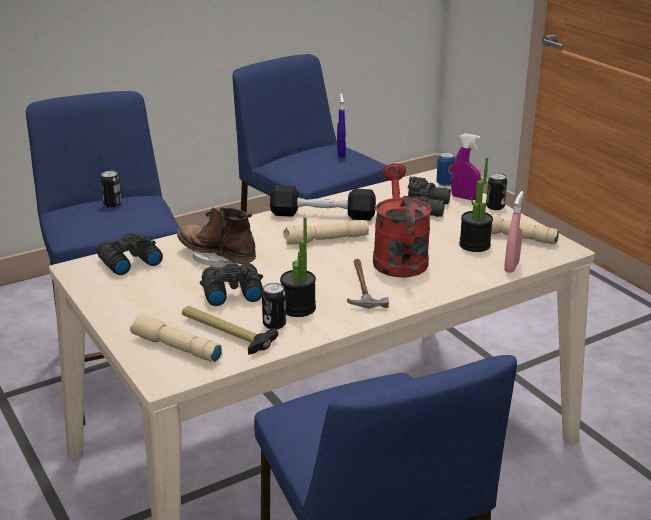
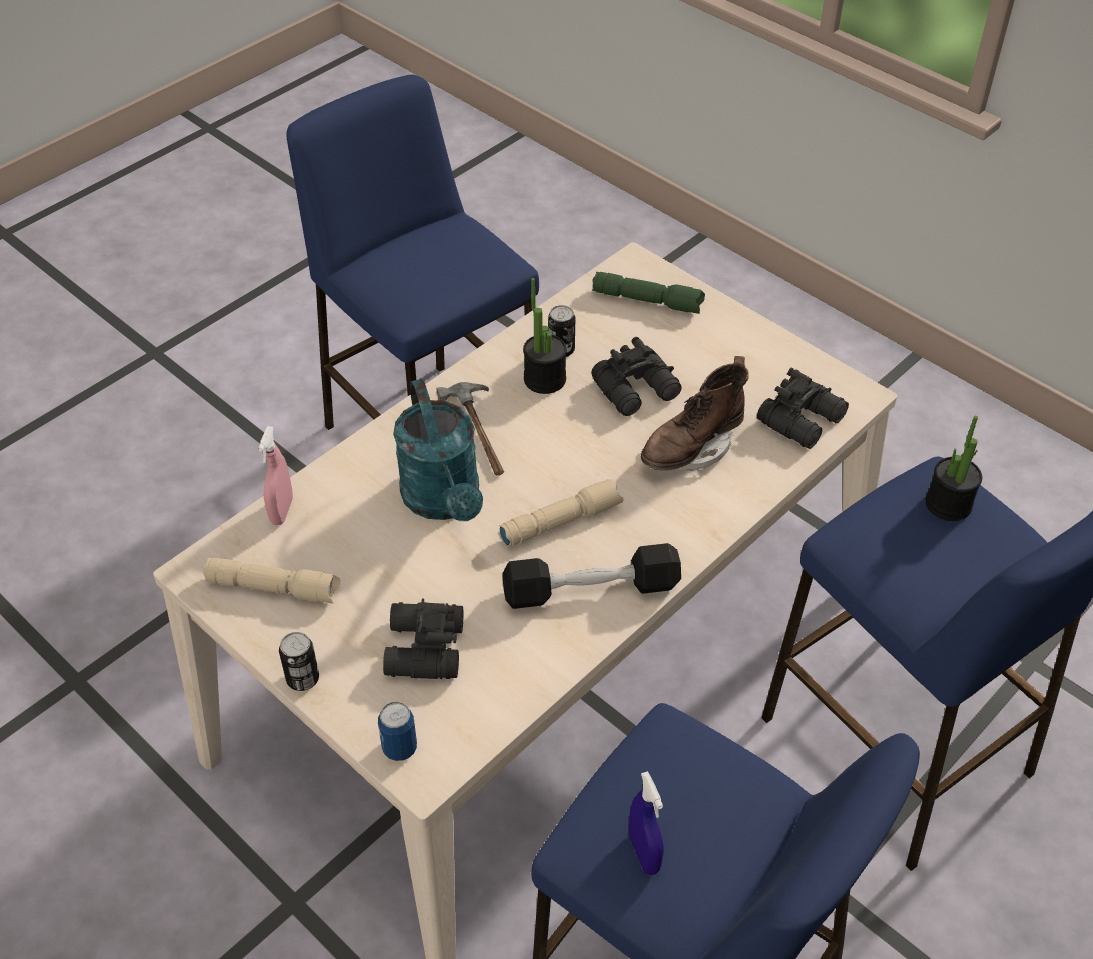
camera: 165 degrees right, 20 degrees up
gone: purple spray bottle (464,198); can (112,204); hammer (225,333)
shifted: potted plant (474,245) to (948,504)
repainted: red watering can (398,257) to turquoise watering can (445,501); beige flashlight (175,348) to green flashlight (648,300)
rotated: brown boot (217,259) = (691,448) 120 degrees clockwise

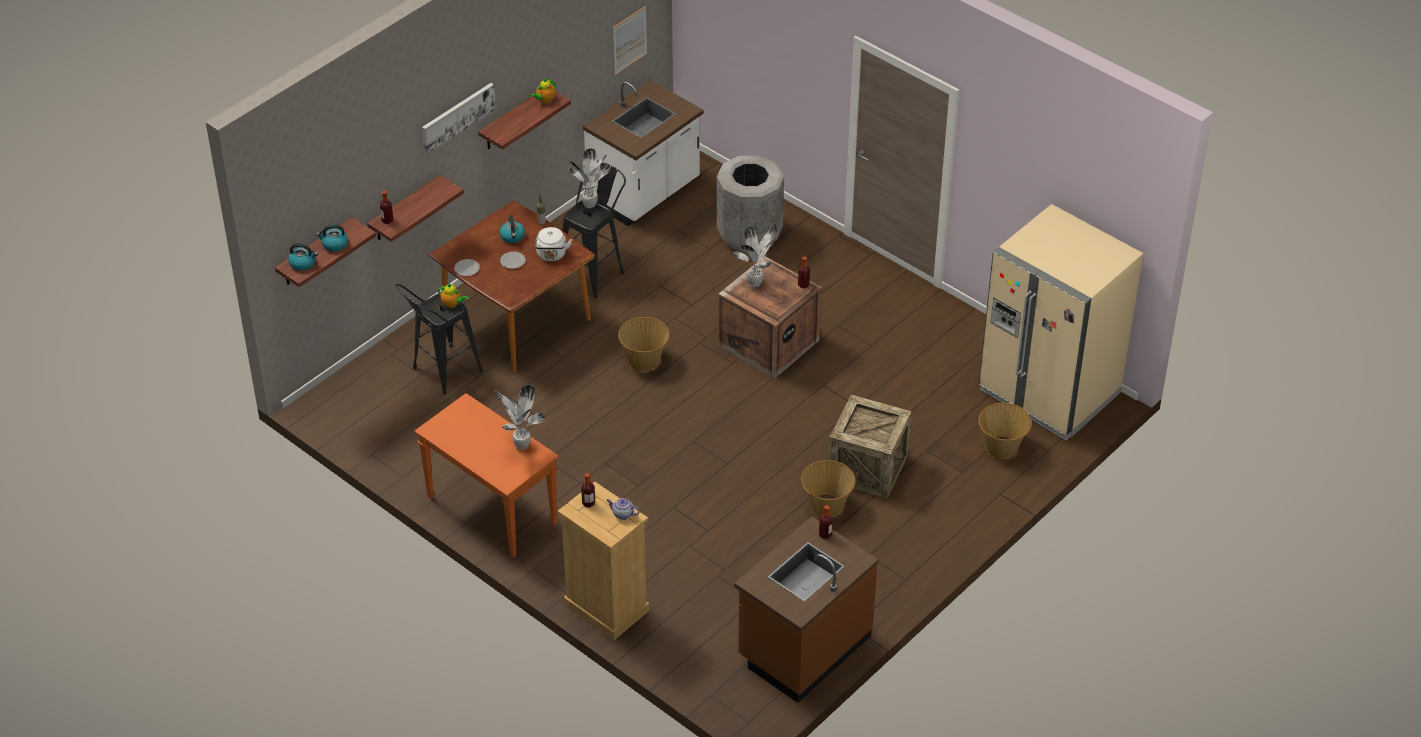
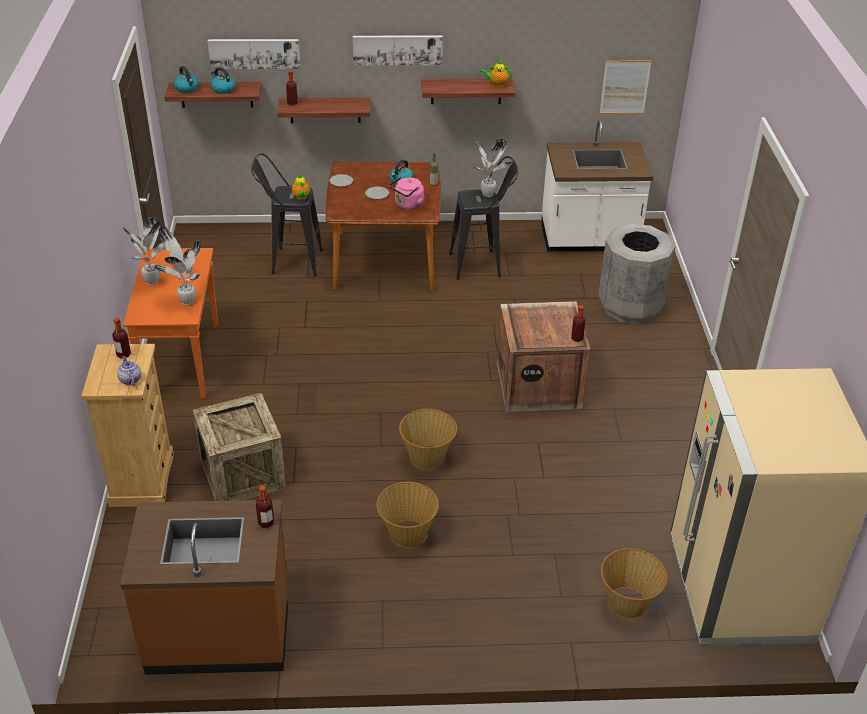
camera: 45 degrees right, 5 degrees down
new: picture (254,53)
shifted: potted plant (756,283) to (153,282); basket (644,360) to (427,457); crate (867,468) to (243,474)
repainted: white kettle (551,255) to pink kettle (408,205)

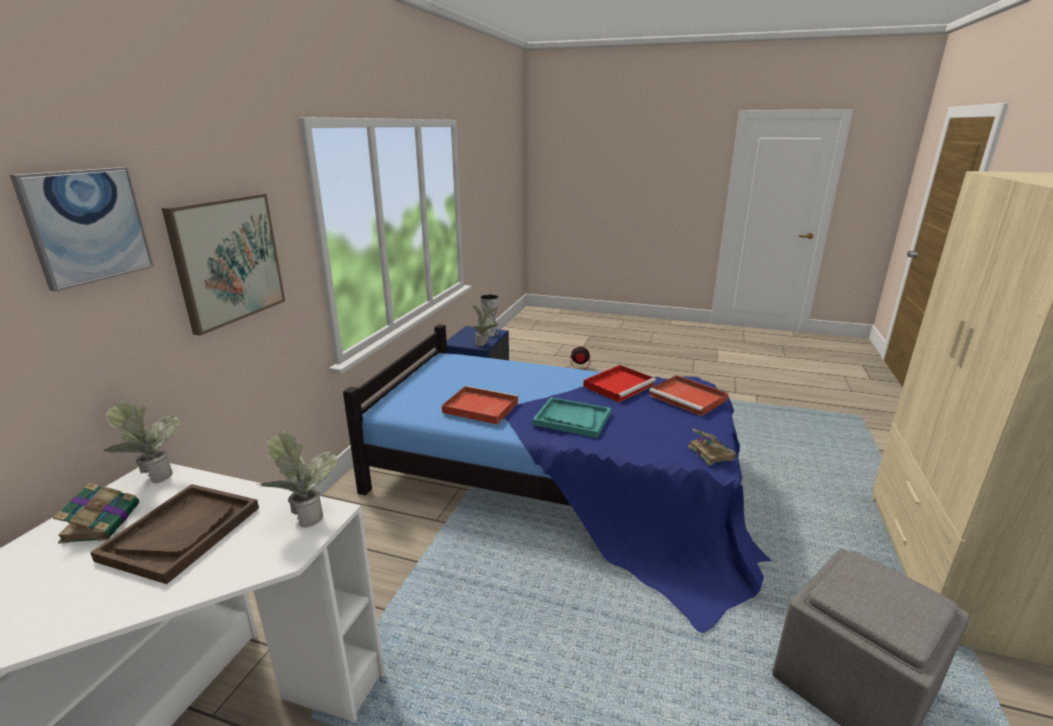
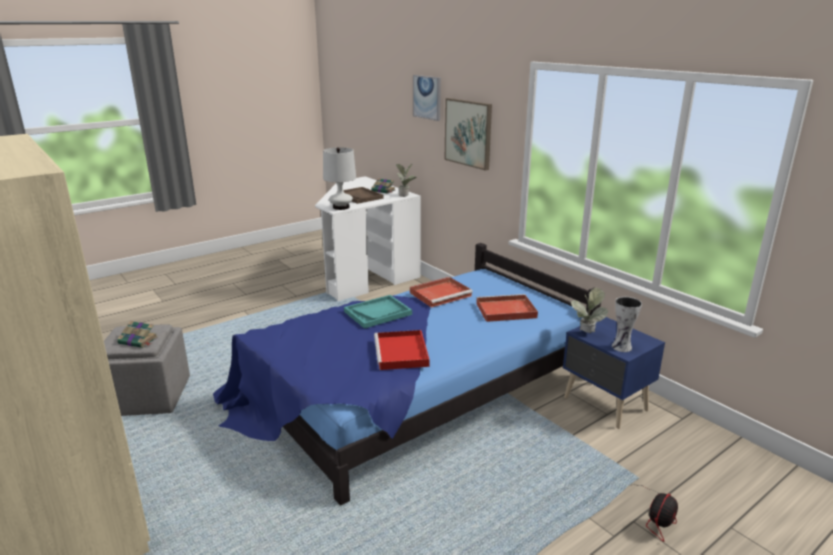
camera: 125 degrees right, 0 degrees up
shifted: red tray (689,398) to (504,311); book (710,452) to (139,341)
swapped: potted plant (304,515) to white table lamp (341,207)

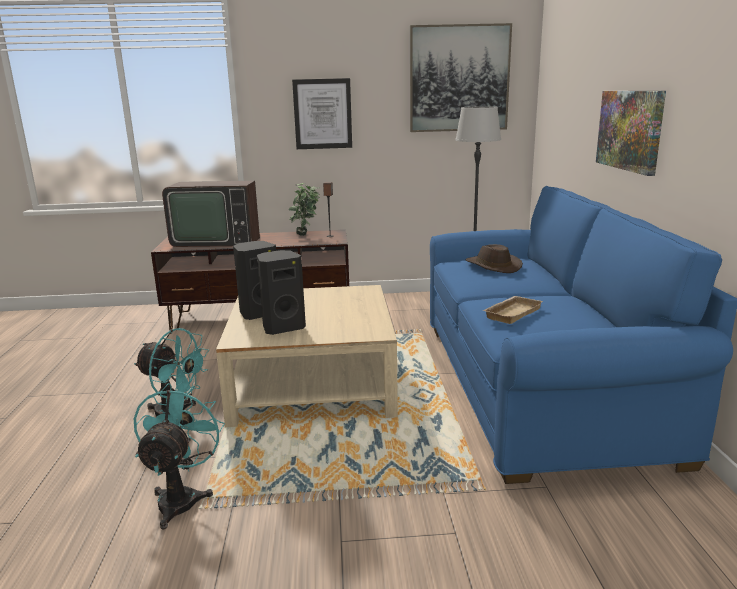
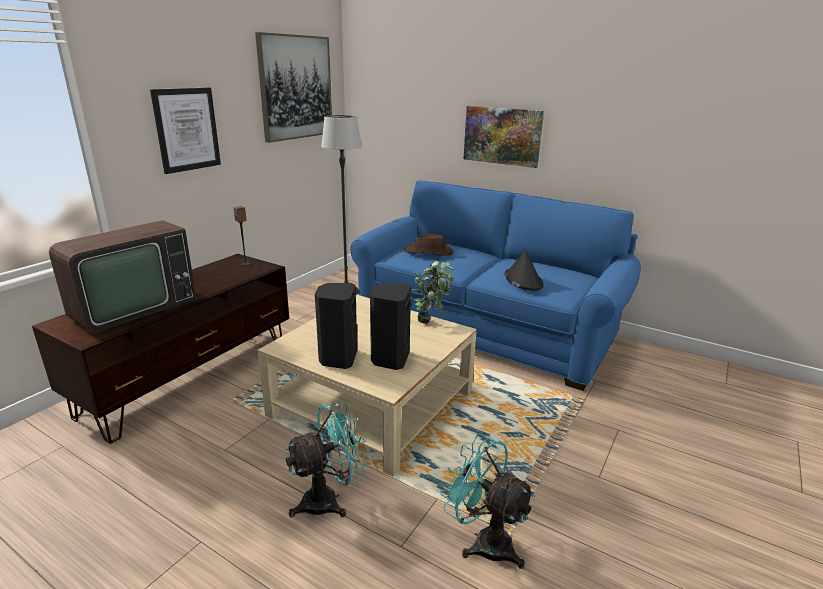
camera: 55 degrees left, 5 degrees up
shifted: potted plant (306,235) to (432,321)
swapped: beige tray (511,313) to black hat (523,280)

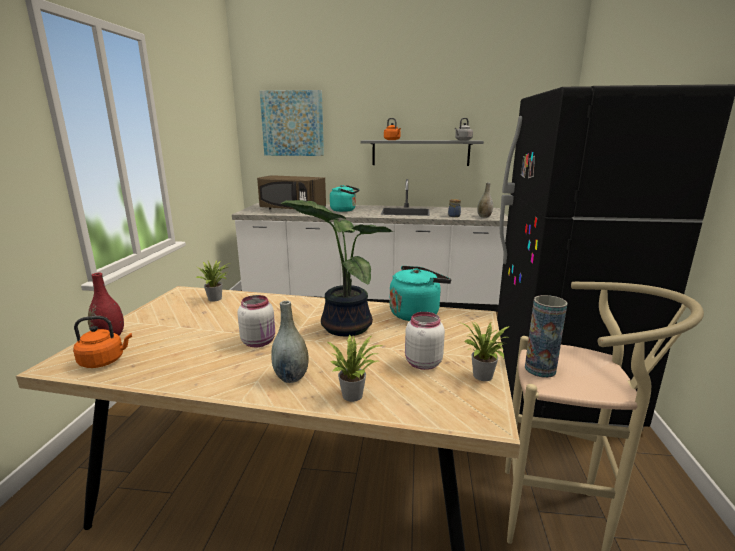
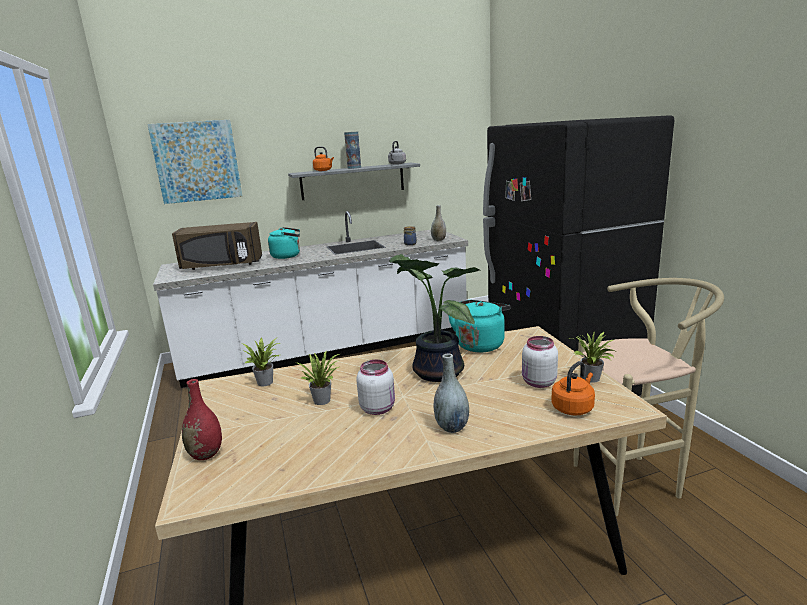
camera: 25 degrees left, 0 degrees up
shifted: vase (540,369) to (354,168); orange kettle (104,361) to (573,407); potted plant (355,394) to (323,399)

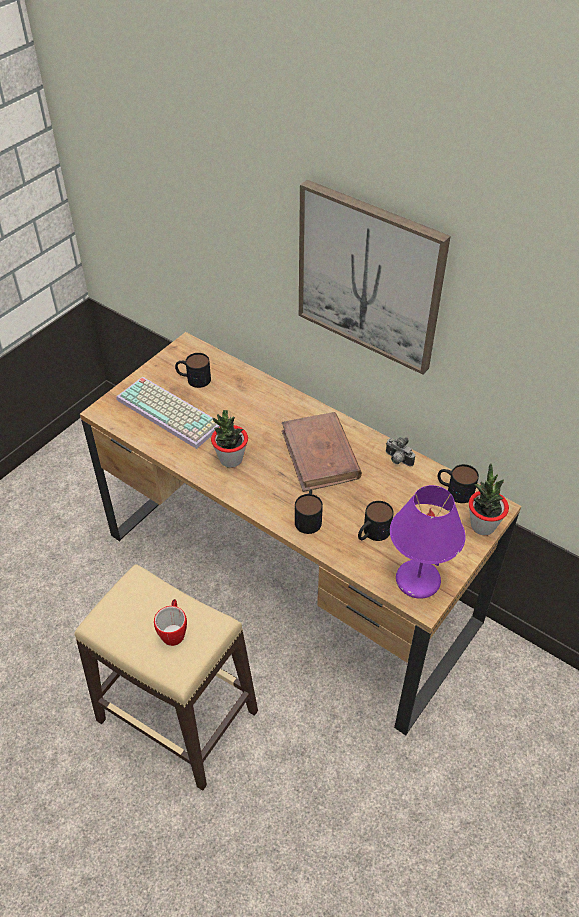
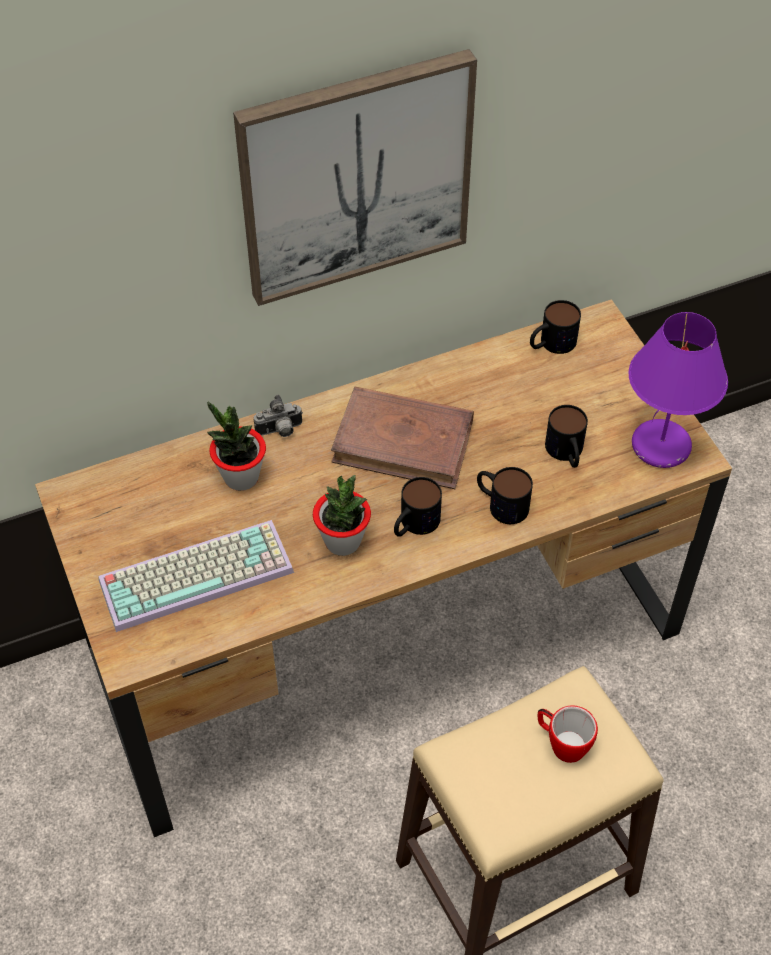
camera: 60 degrees left, 5 degrees up
shifted: mug (193,379) to (414,525); photo camera (397,460) to (280,431); potted plant (482,525) to (241,477)

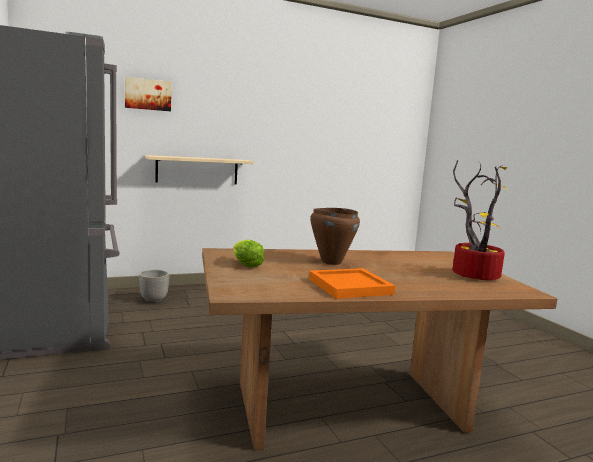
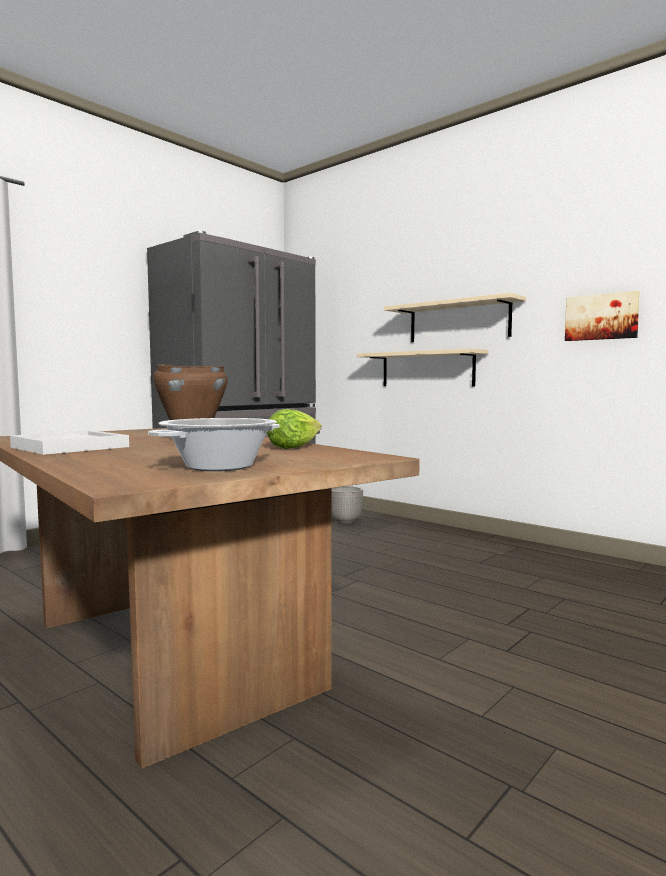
camera: 65 degrees right, 5 degrees down
new: beige shelf (458,321)
shifted: picture (148,94) to (601,317); lettuce (245,264) to (293,447)
swapped: potted plant (471,274) to cooking pot (219,466)
repainted: orange tray (349,287) to white tray (68,447)

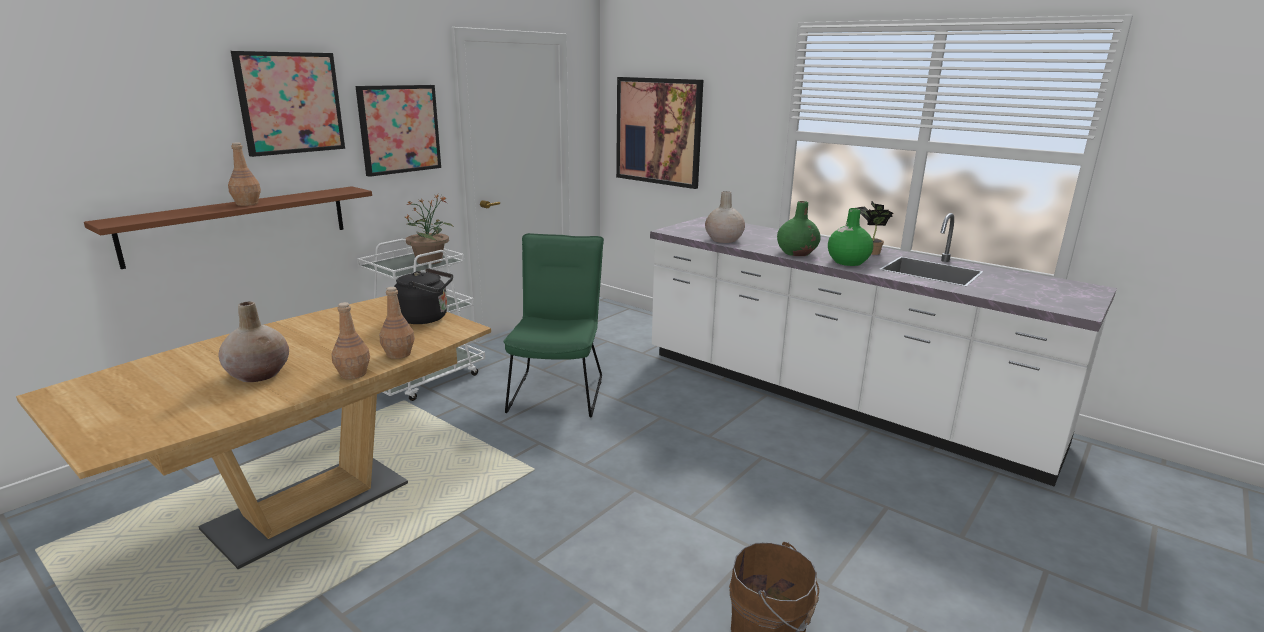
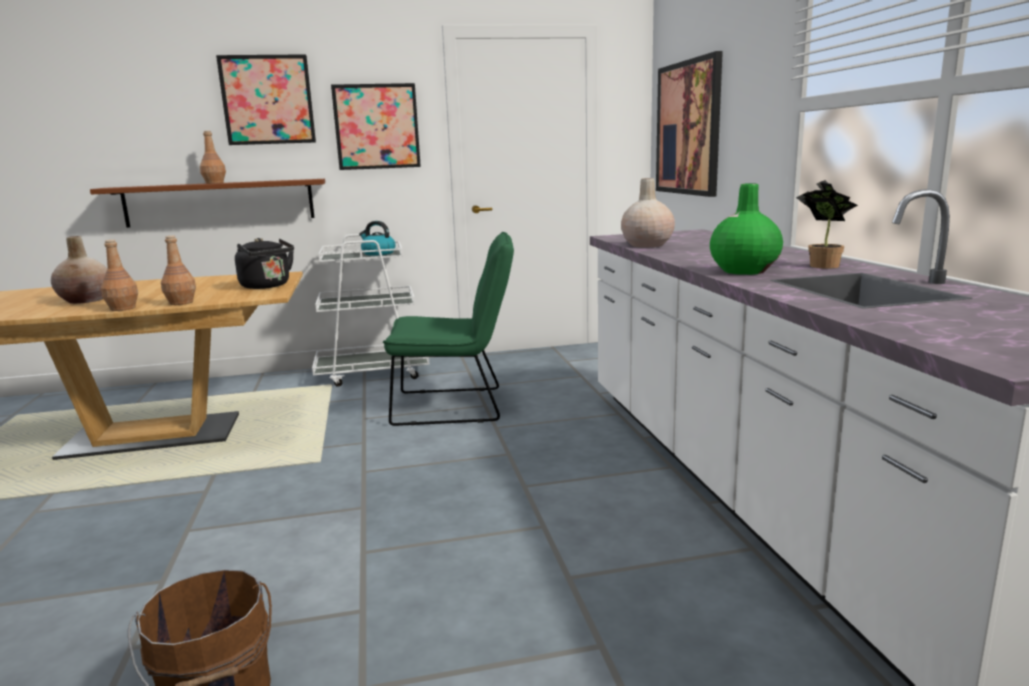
camera: 40 degrees right, 5 degrees down
gone: green vase (797,253)
swapped: potted plant (430,260) to kettle (378,253)
rotated: green chair (558,390) = (457,406) 45 degrees clockwise

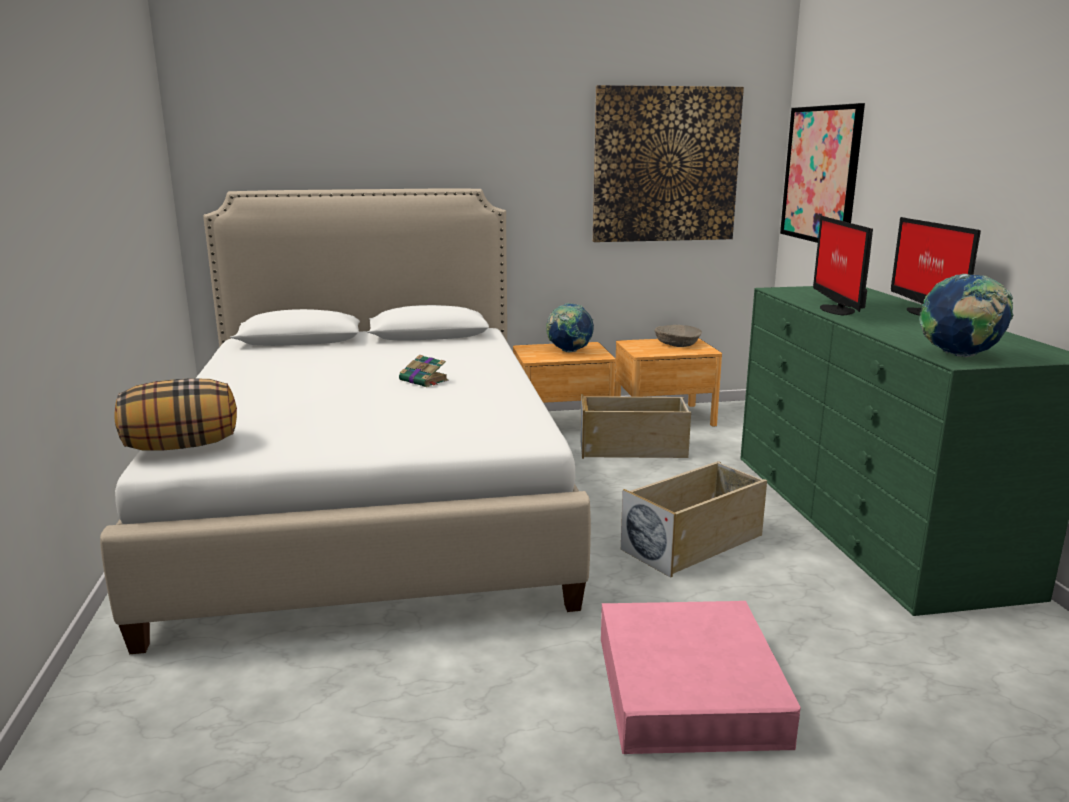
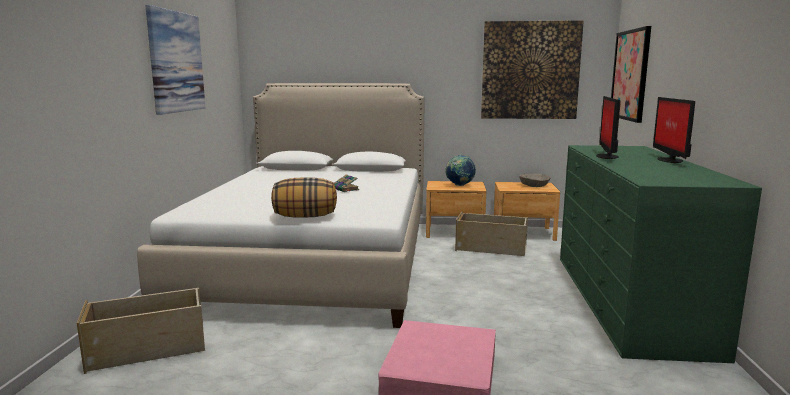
camera: 15 degrees right, 5 degrees down
gone: globe (959,356)
new: picture (176,62)
shifted: pillow (182,446) to (305,216); beige storage box (693,542) to (149,349)

